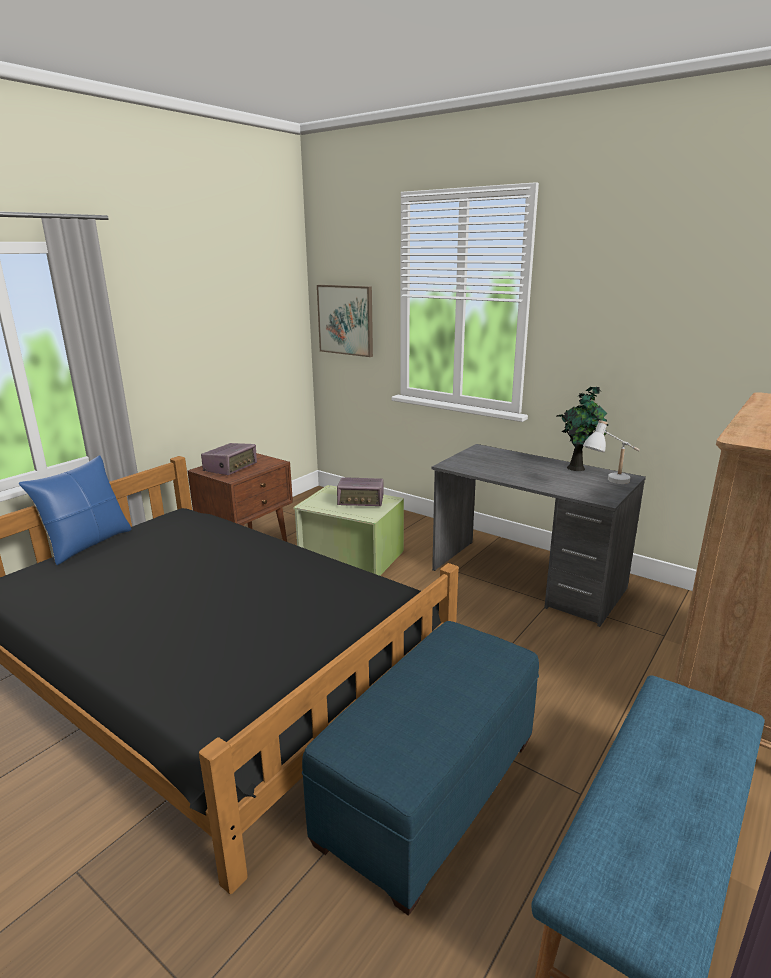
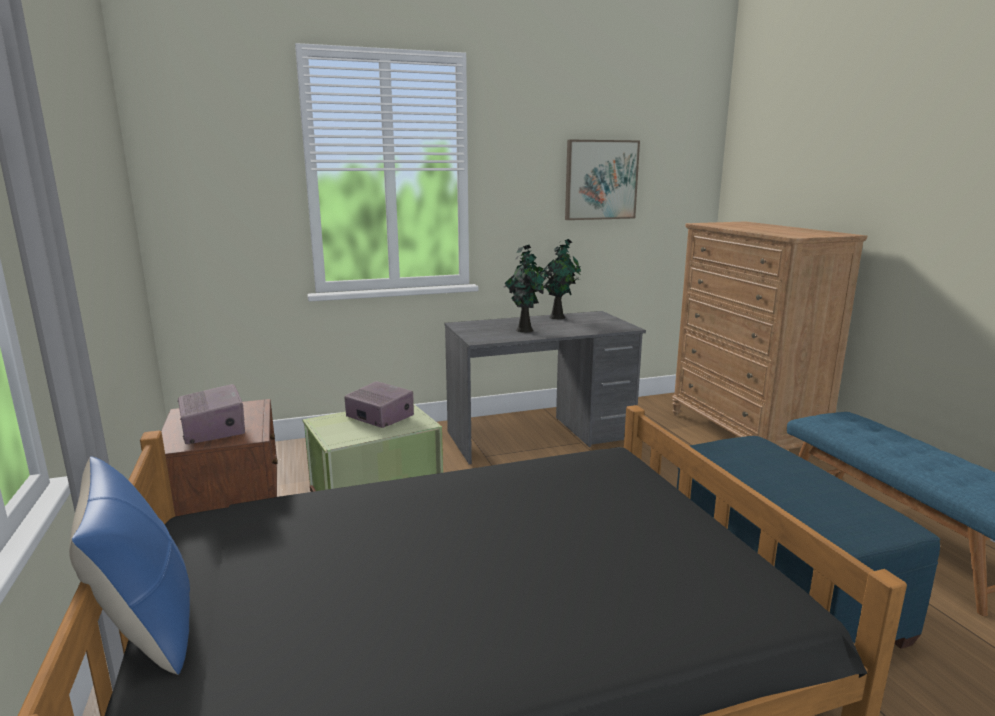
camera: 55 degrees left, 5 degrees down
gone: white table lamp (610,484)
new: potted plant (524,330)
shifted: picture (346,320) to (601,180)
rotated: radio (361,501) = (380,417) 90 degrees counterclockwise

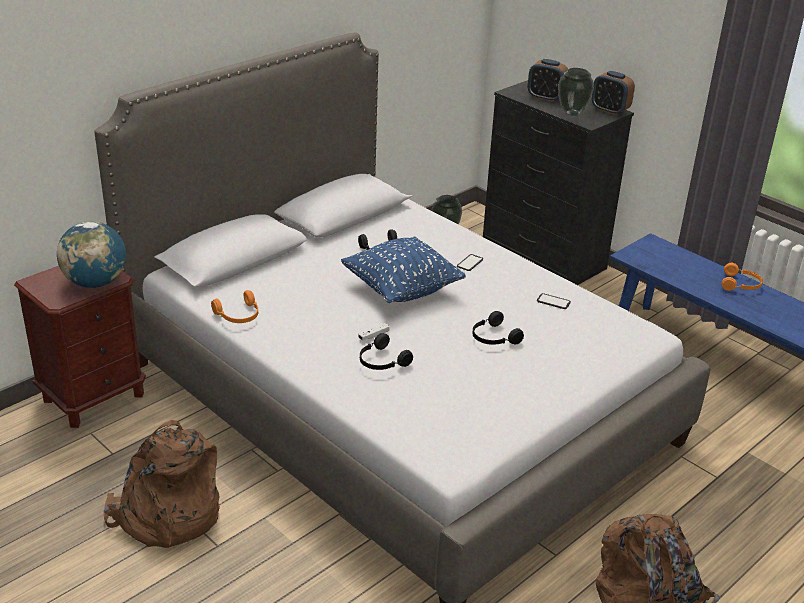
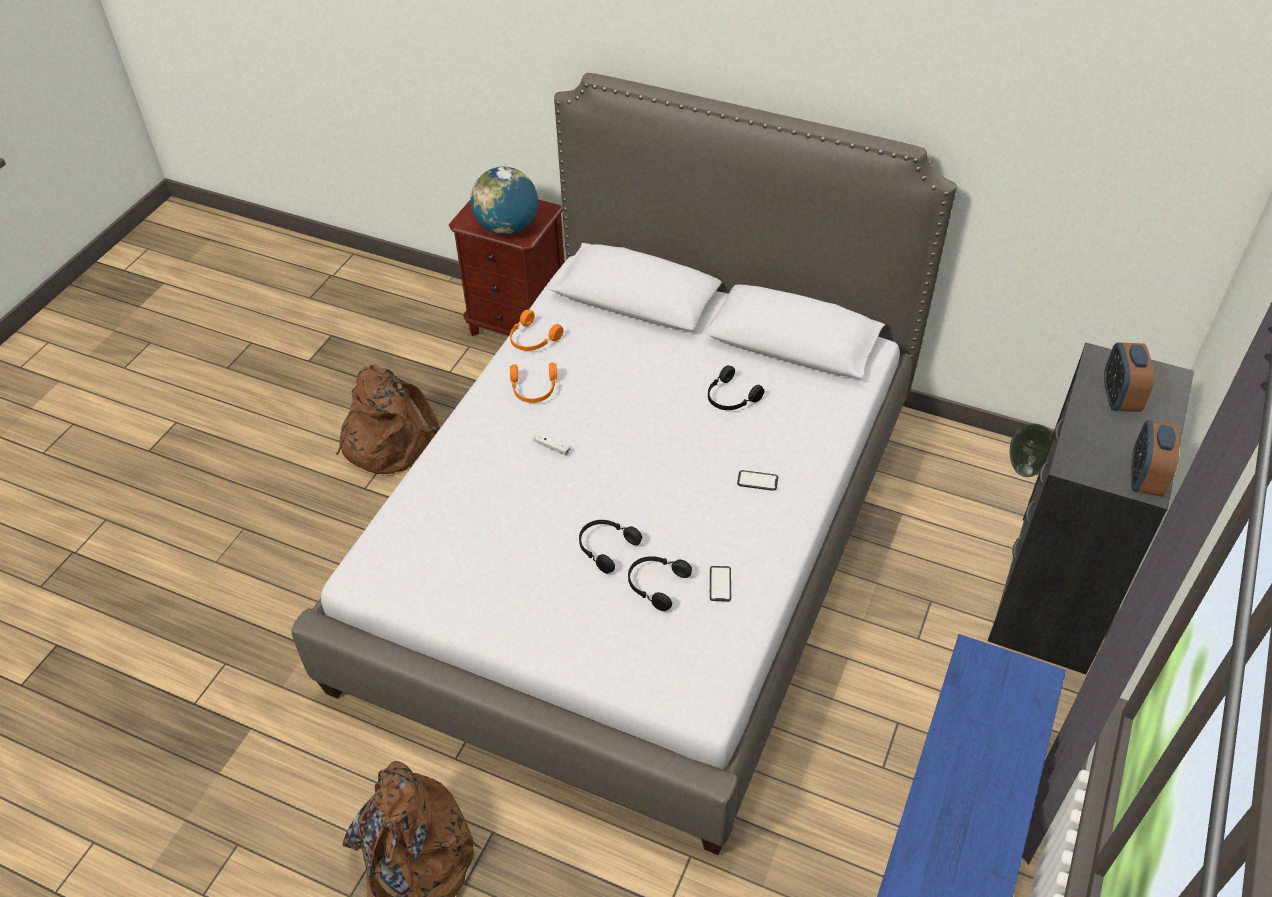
camera: 70 degrees right, 15 degrees up
gone: vase (572,113); blue pillow (401,290)
shifted: orange headphones (741,285) to (534,389); black headphones (381,362) to (655,584)

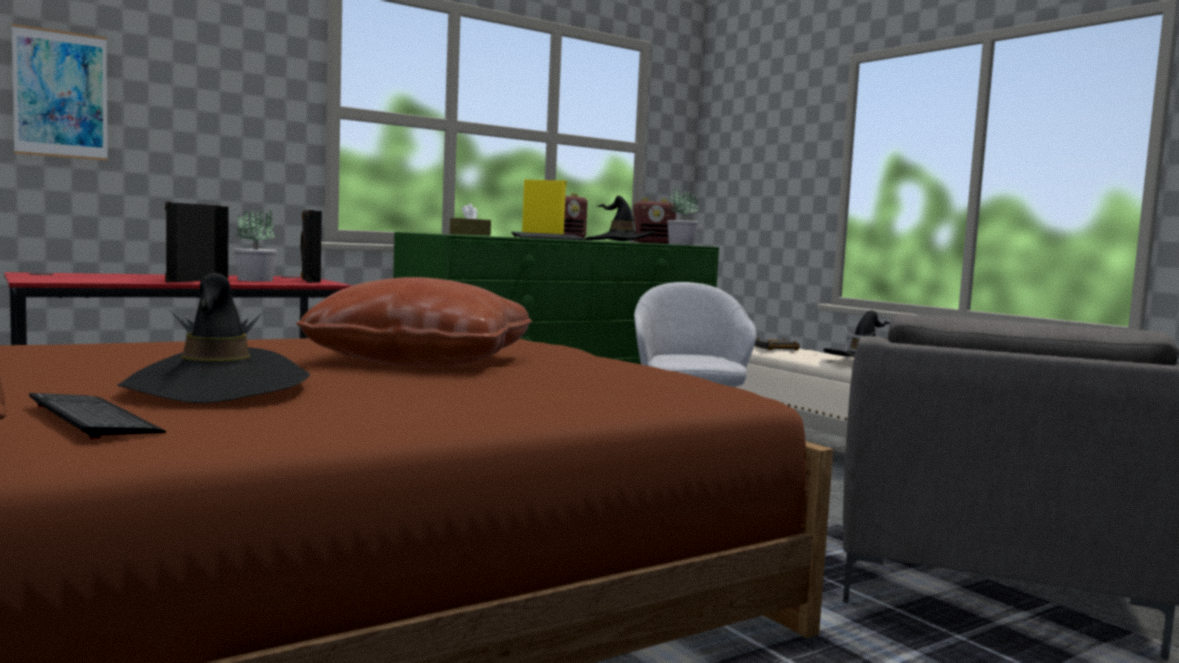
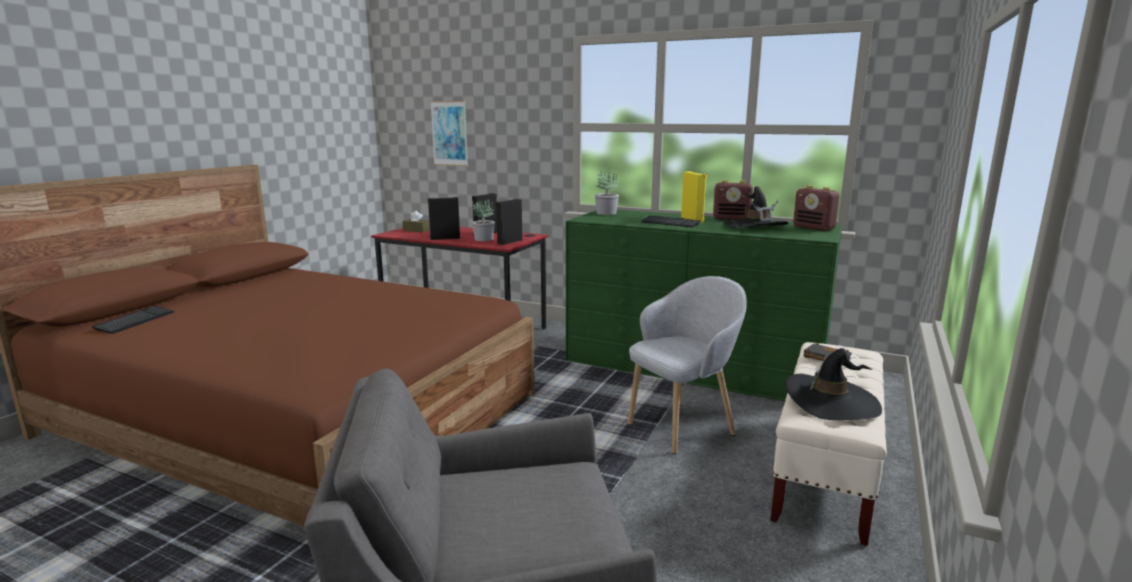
camera: 60 degrees right, 10 degrees up
gone: black hat (216,386); brown pillow (422,362)
shifted: potted plant (680,244) to (606,213); brown tissue box (470,234) to (416,230)

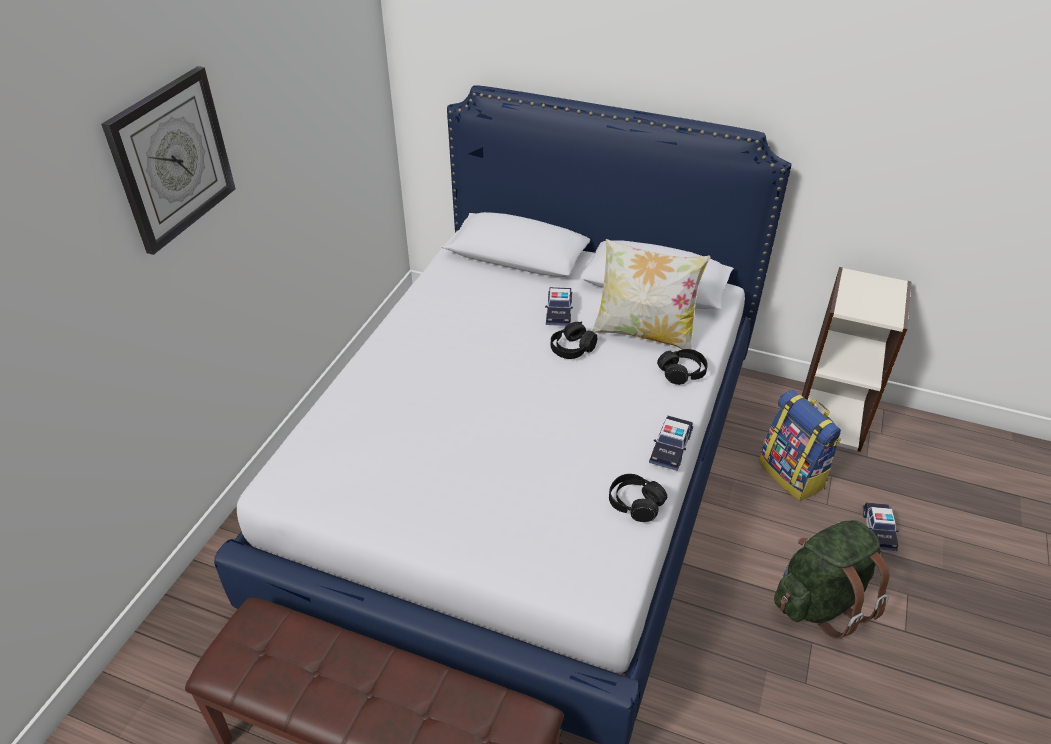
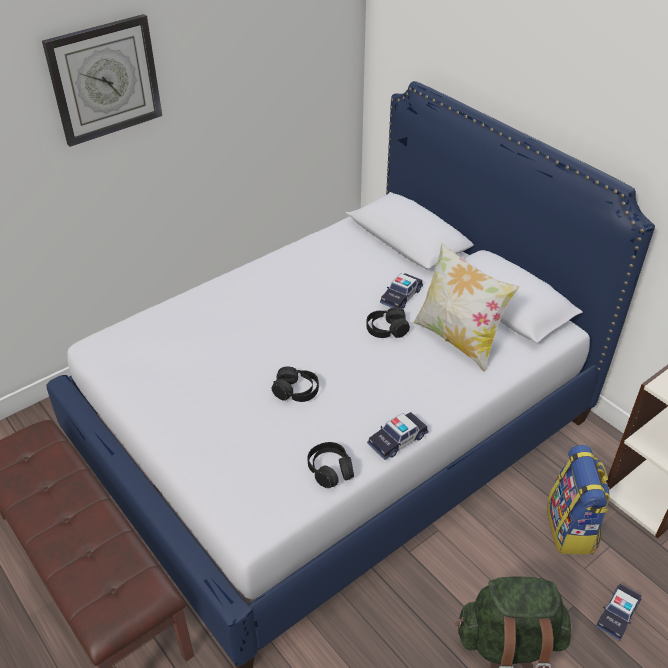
camera: 30 degrees right, 0 degrees up
shifted: black headphones (682,372) to (296,391)

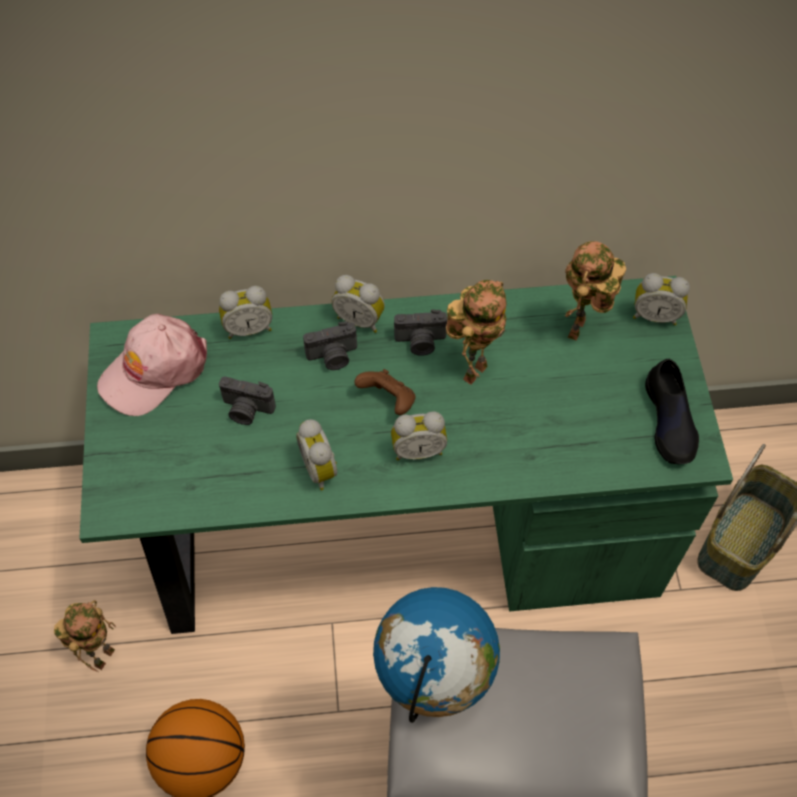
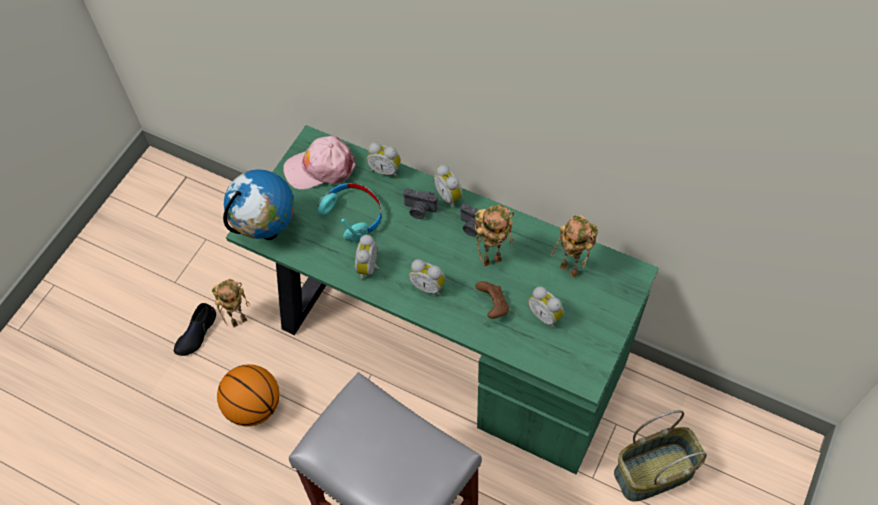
camera: 35 degrees right, 0 degrees up
shifted: alarm clock (655,315) to (545,315); black shoe (670,420) to (196,333); brown game controller (388,400) to (493,306); globe (434,678) to (268,231)
swapped: photo camera (246,410) to turquoise headphones (353,215)
rotated: toy robot (579,331) = (571,269) 105 degrees counterclockwise

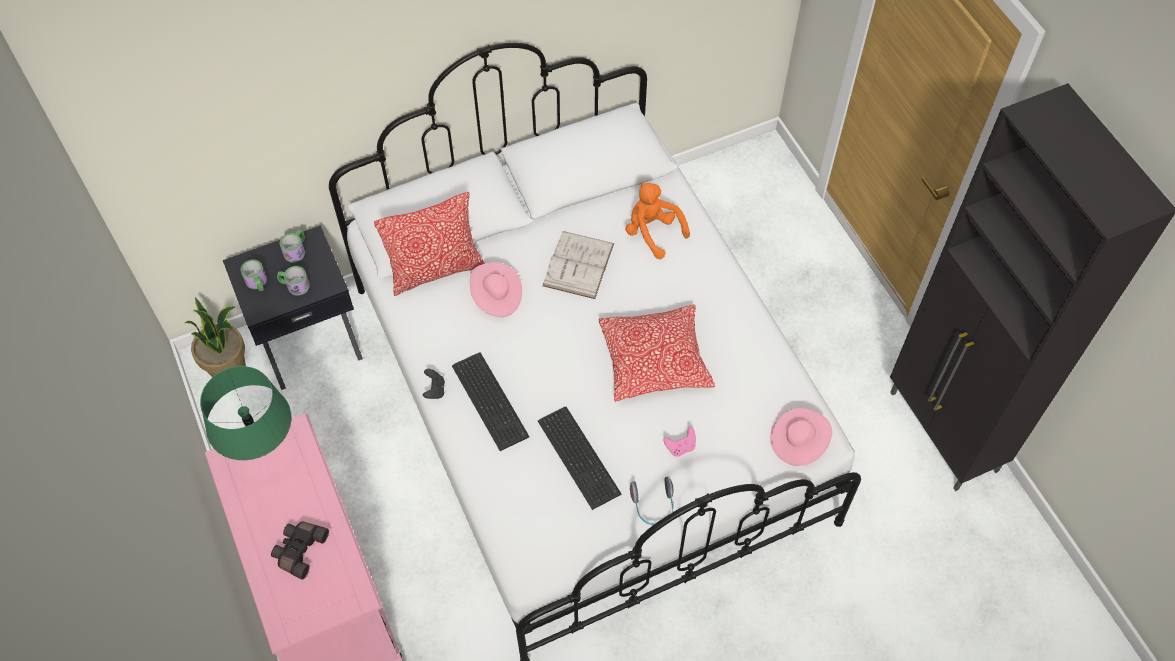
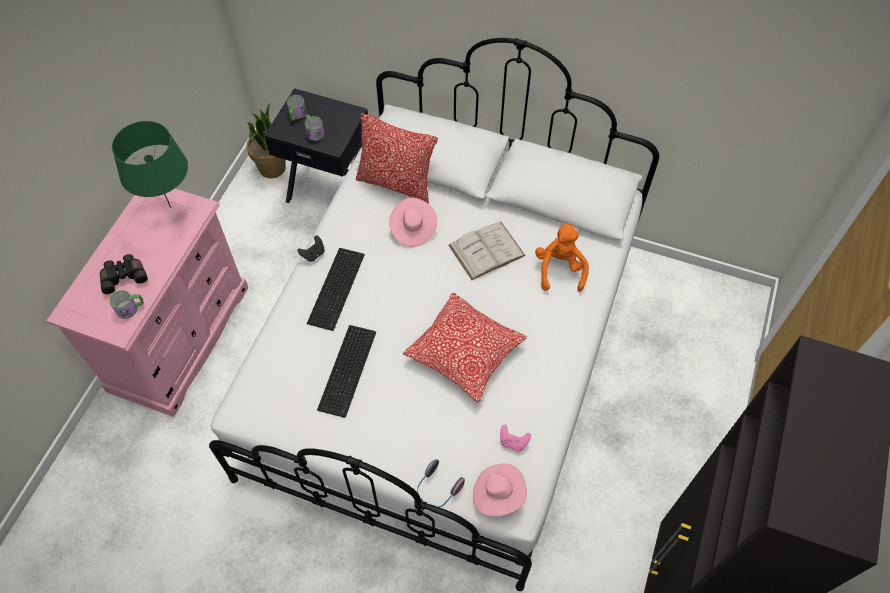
camera: 45 degrees right, 0 degrees up
shifted: mug (296,250) to (131,308); pink game controller (680,447) to (513,442); headphones (653,506) to (437,490)

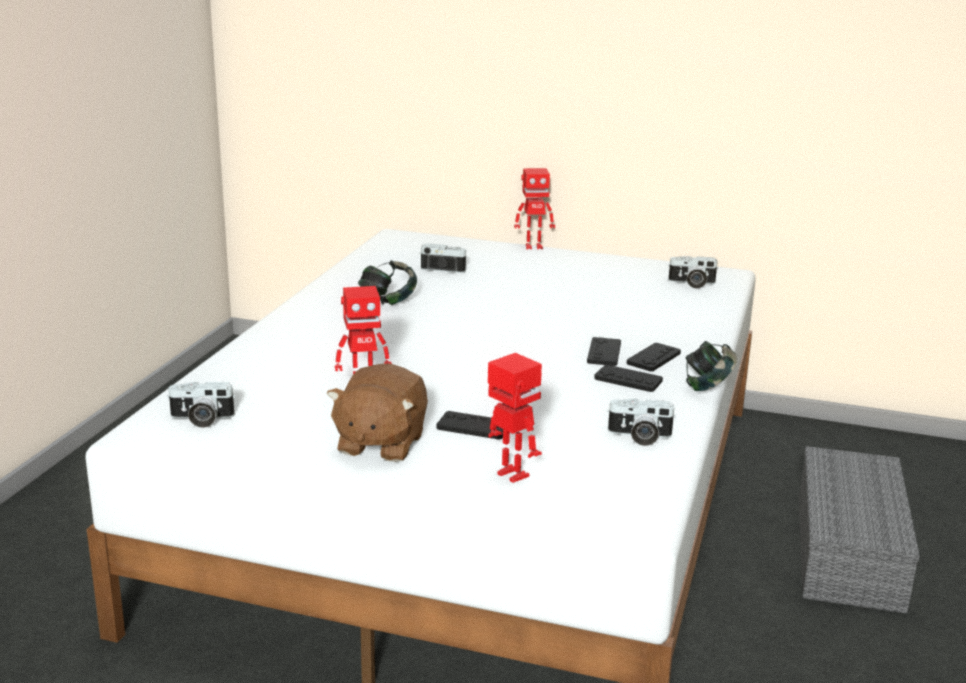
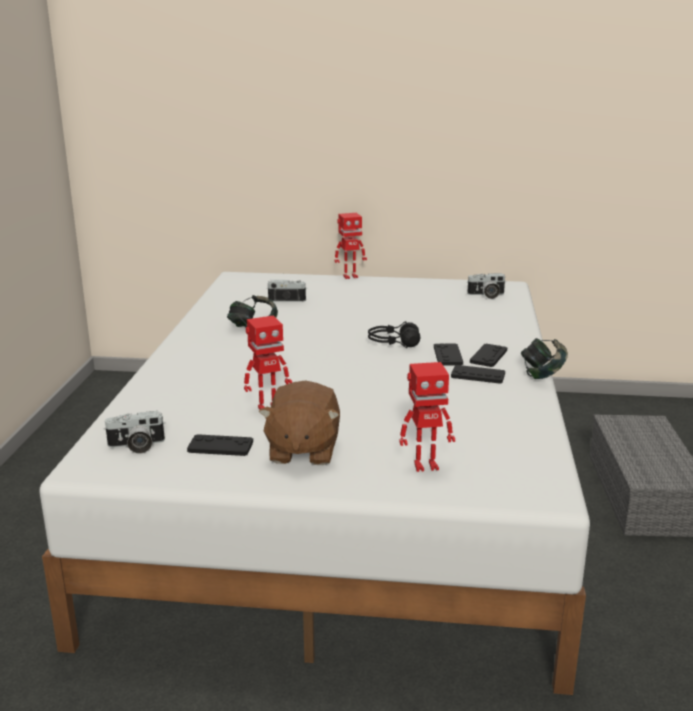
camera: 10 degrees left, 0 degrees up
gone: photo camera (639,437)
new: black headphones (393,343)
shifted: black game controller (473,427) to (220,446)
rotated: toy robot (511,475) = (425,465) 135 degrees clockwise

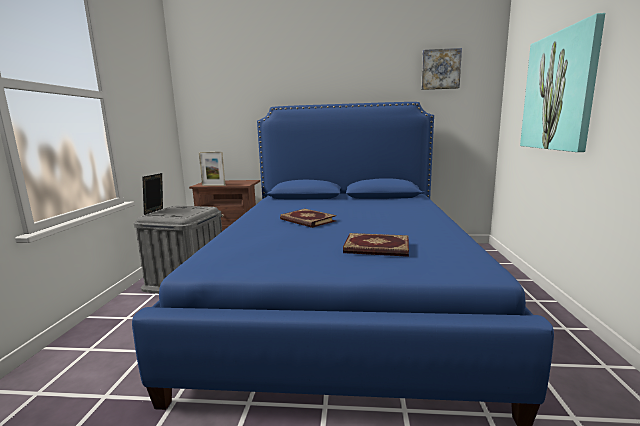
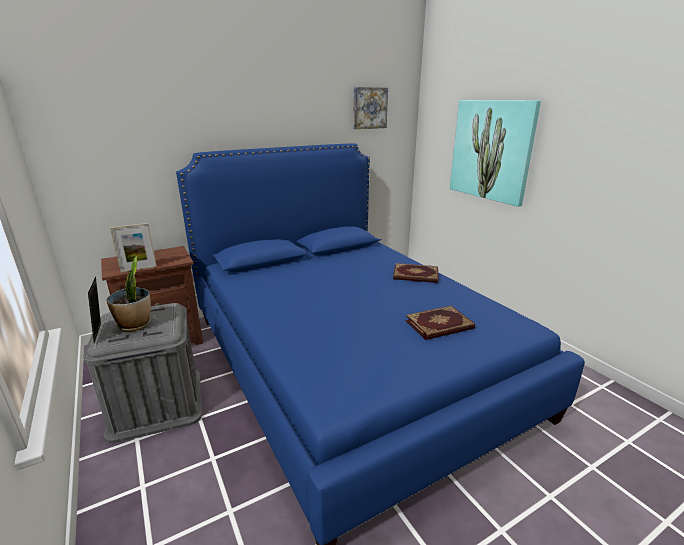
camera: 35 degrees left, 10 degrees up
new: potted plant (135,324)
shifted: book (307,220) to (415,275)

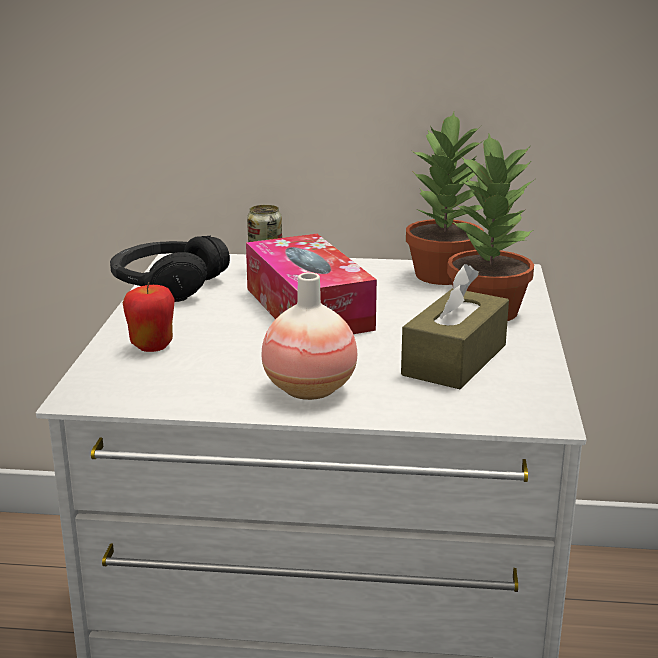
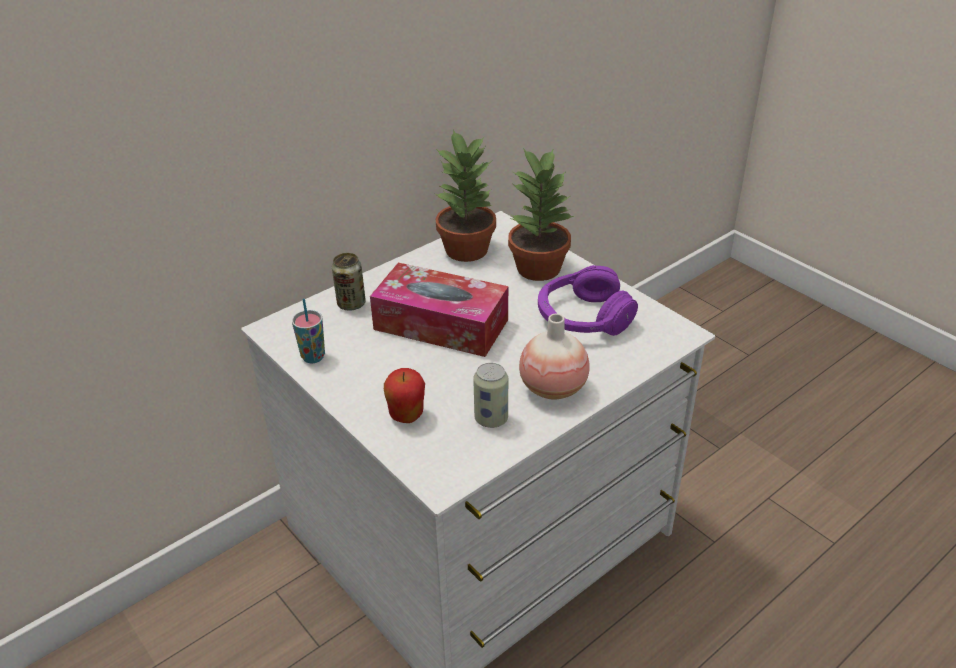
camera: 45 degrees left, 15 degrees up
new: can (491,419)
swapped: black headphones (168,285) to cup (313,357); brown tissue box (454,360) to purple headphones (583,317)

